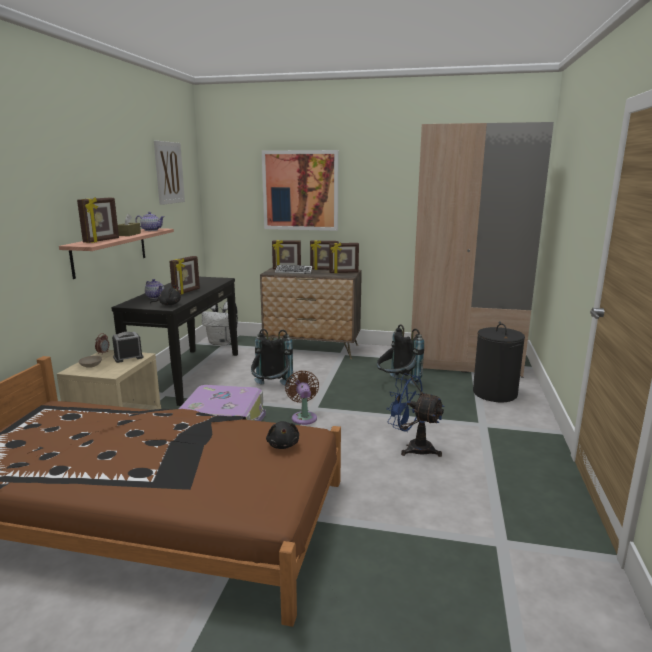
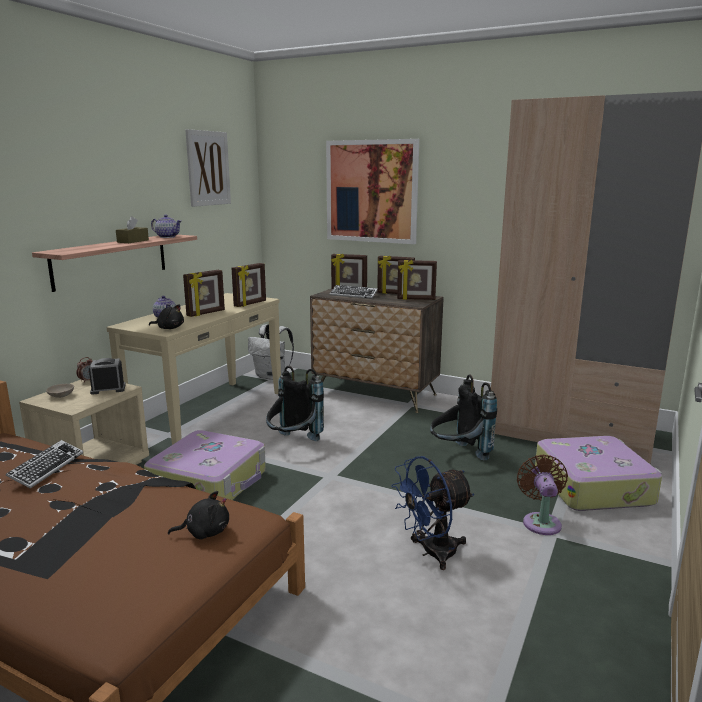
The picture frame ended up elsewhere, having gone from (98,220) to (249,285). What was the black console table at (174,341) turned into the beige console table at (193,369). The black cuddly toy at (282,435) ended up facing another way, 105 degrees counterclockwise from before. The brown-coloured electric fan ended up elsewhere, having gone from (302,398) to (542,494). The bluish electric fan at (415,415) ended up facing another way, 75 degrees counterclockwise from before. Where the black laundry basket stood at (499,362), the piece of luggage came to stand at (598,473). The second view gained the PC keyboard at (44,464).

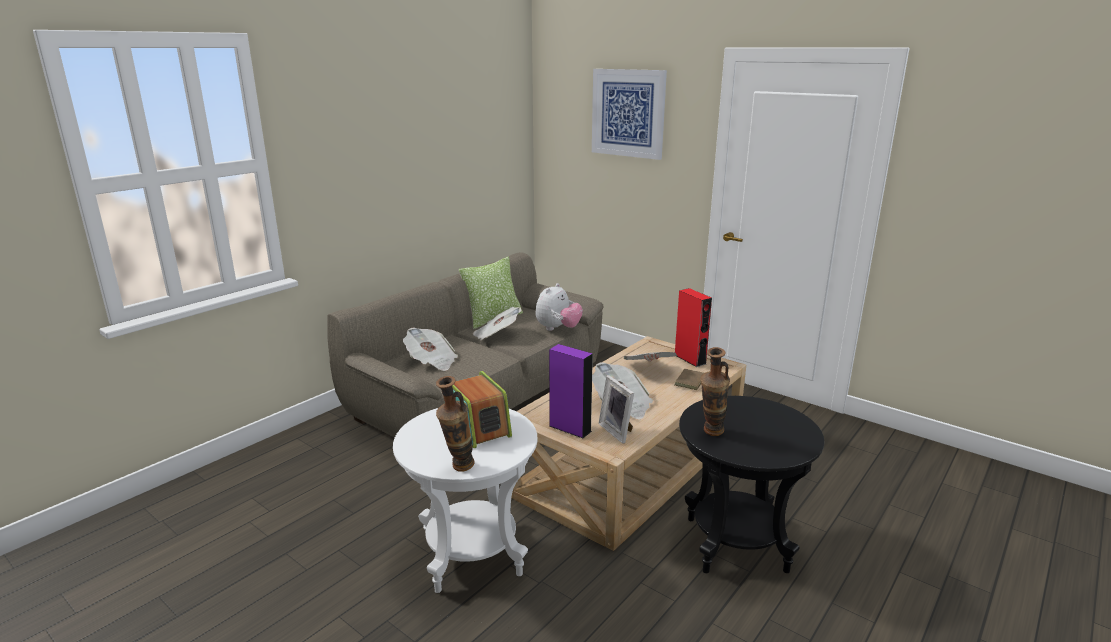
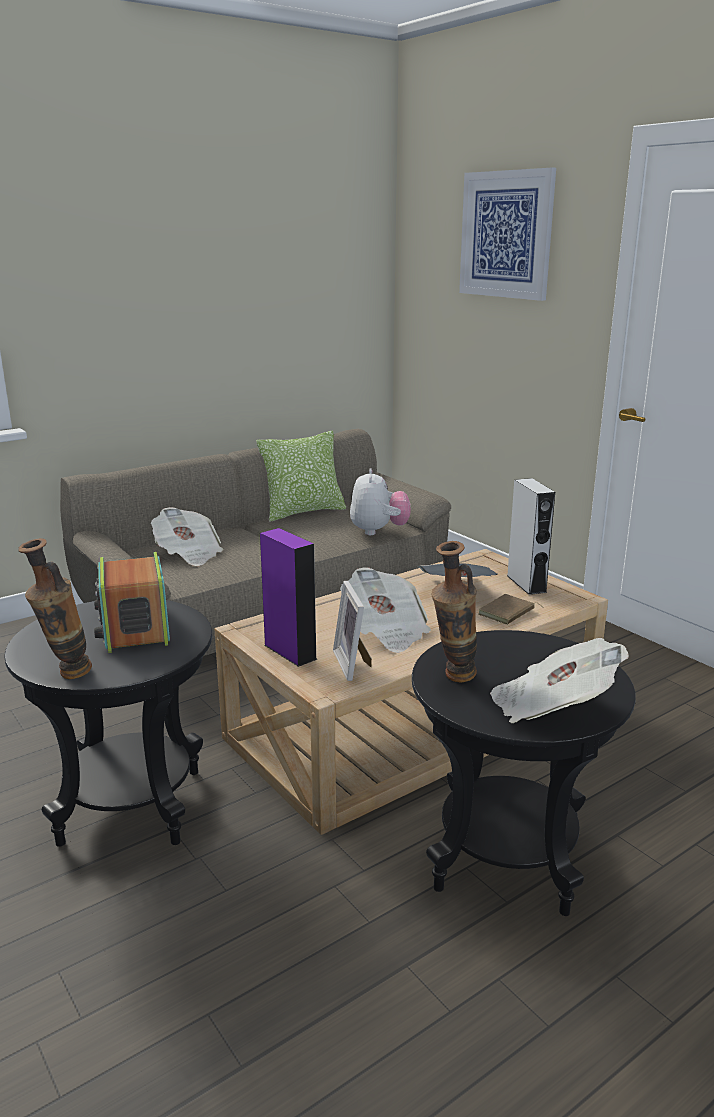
What was the white-coloured side table at (465,500) turned into the black side table at (108,723). The printed paper ended up elsewhere, having gone from (497,323) to (559,680). The cuddly toy at (559,307) ended up facing another way, 45 degrees counterclockwise from before. What was the red-coloured audio speaker at (693,327) turned into the grey audio speaker at (531,536).

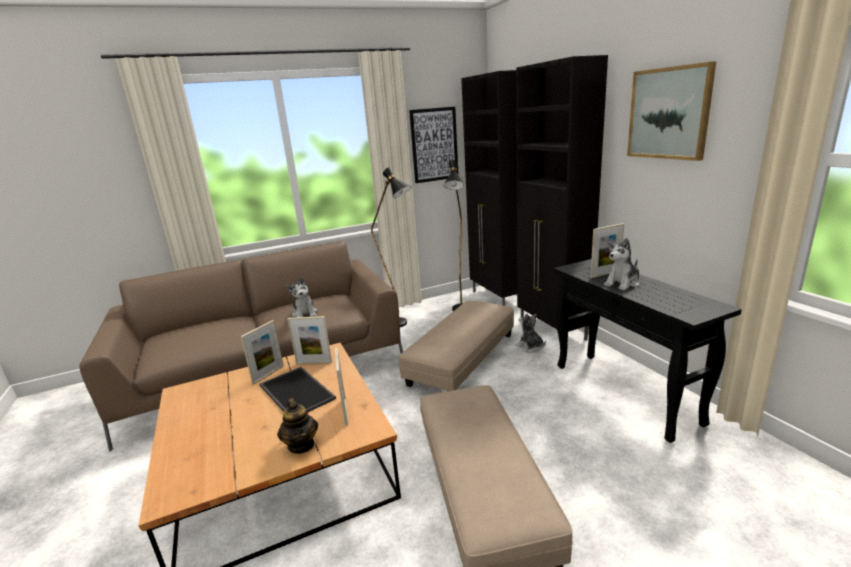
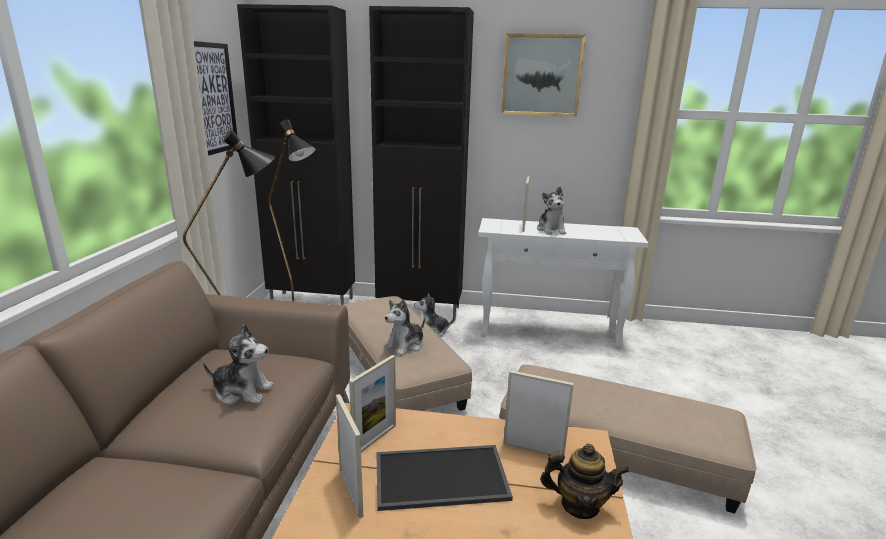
What was the black console table at (647,351) turned into the white-coloured console table at (563,283). The second view gained the cuddly toy at (404,327).

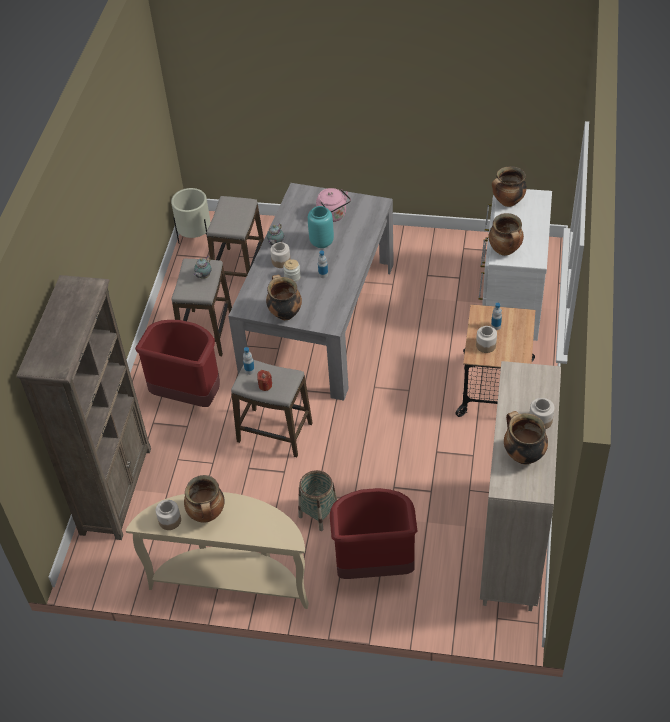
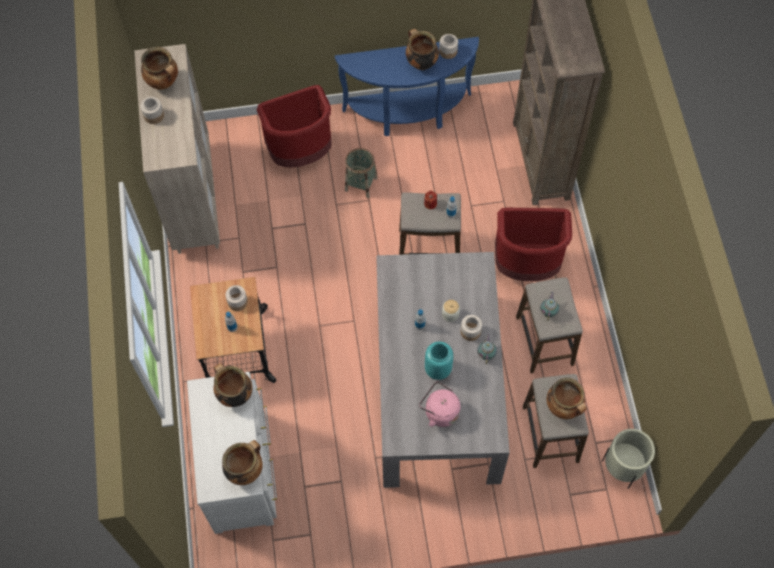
What was the beige console table at (217,550) turned into the bluish console table at (407,86). The cooking pot ended up elsewhere, having gone from (284,297) to (567,398).

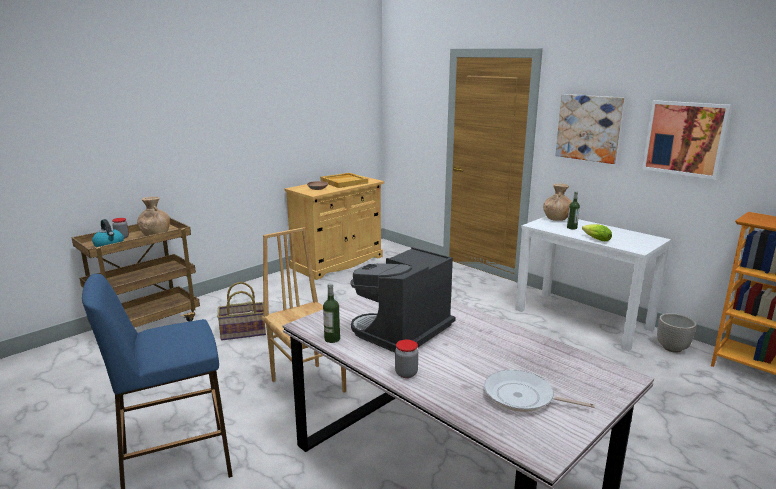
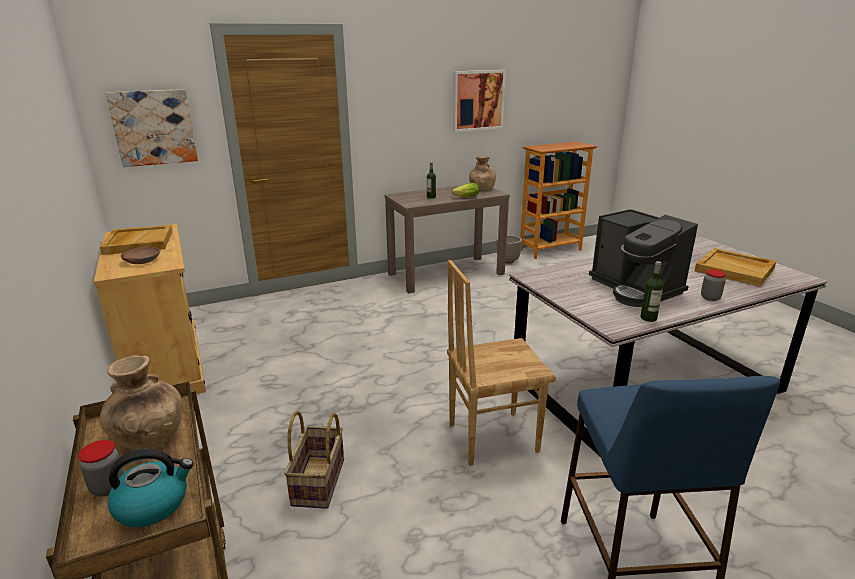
Where the skillet stood at (539,391), the beige tray came to stand at (735,267). What was the white-coloured console table at (593,283) turned into the brown-coloured console table at (447,239). The brown-coloured decorative vase ended up elsewhere, having gone from (557,202) to (482,172). The wall art ended up elsewhere, having gone from (589,129) to (152,128).

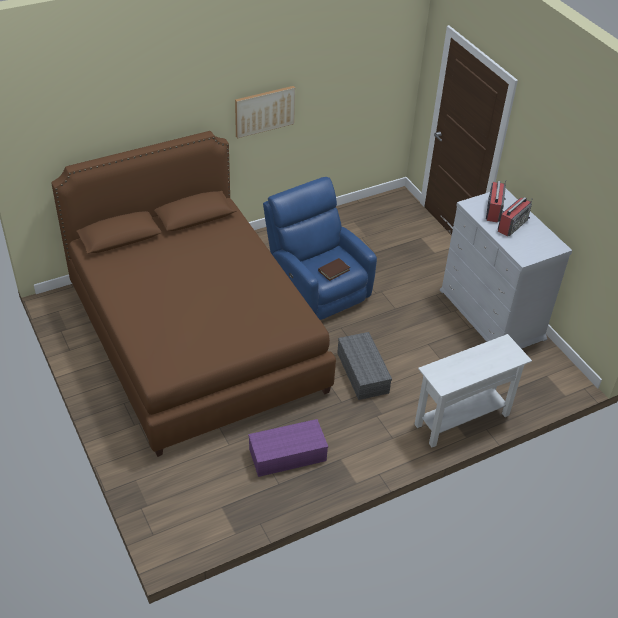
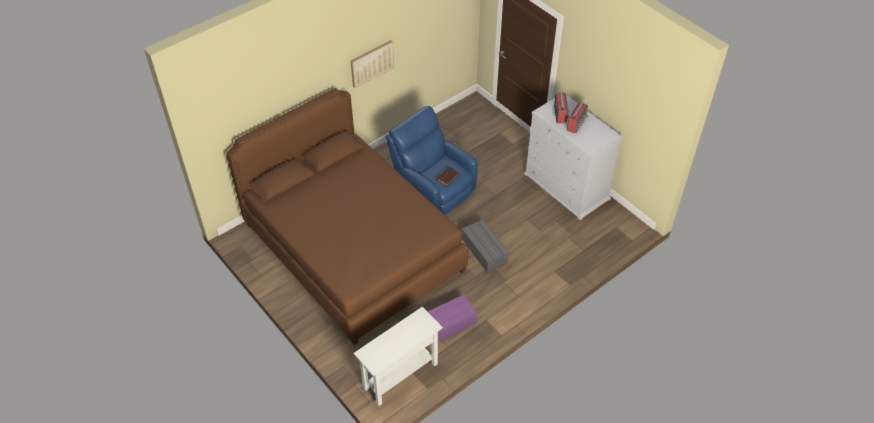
The white-coloured console table ended up elsewhere, having gone from (473,390) to (398,356).

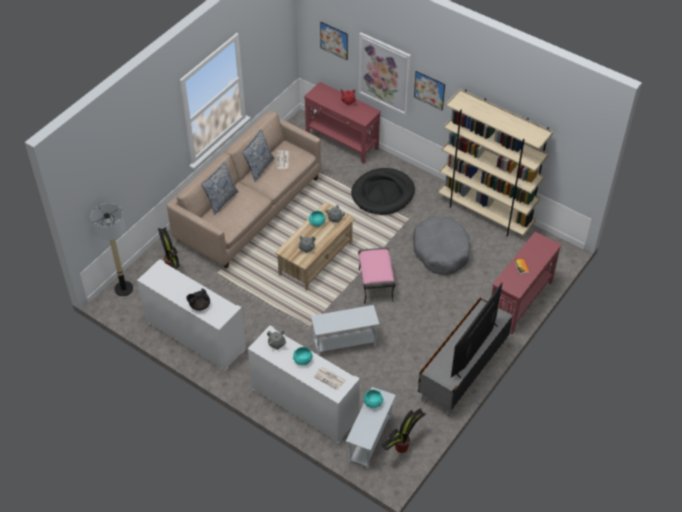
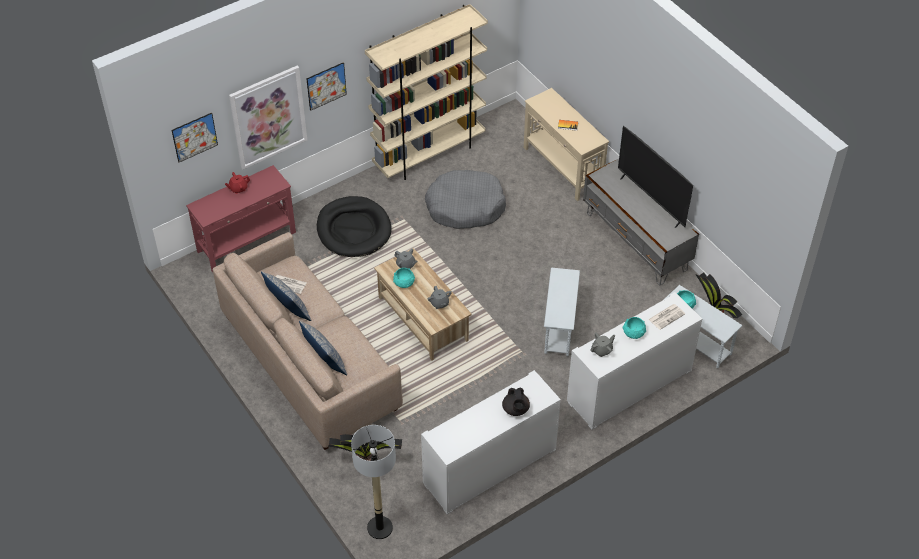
The second view lost the pinkish ottoman at (376,276). What was the red-coloured console table at (526,283) turned into the beige console table at (566,144).

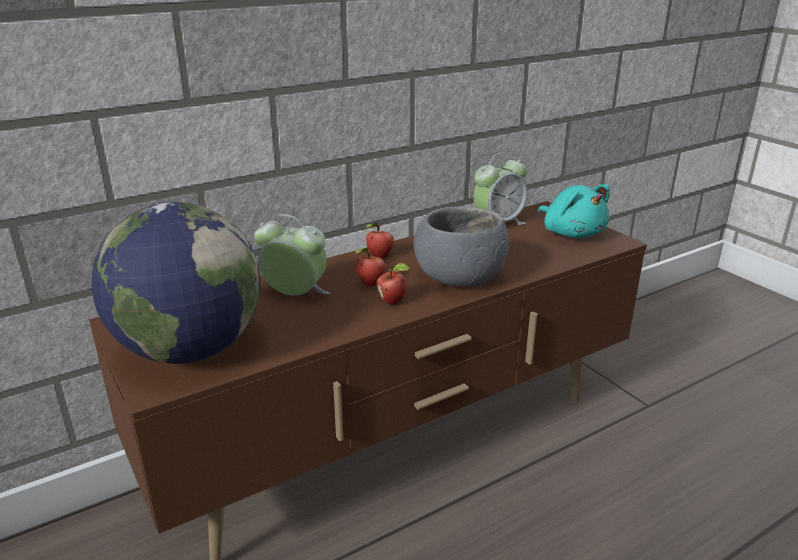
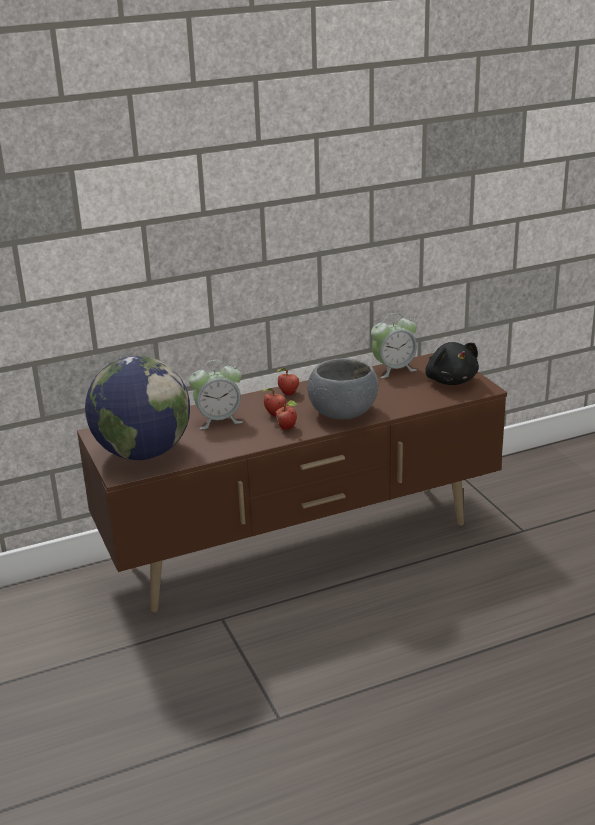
The table clock at (291,255) ended up facing another way, 135 degrees clockwise from before. What was the blue-green cuddly toy at (573,211) turned into the black cuddly toy at (452,363).

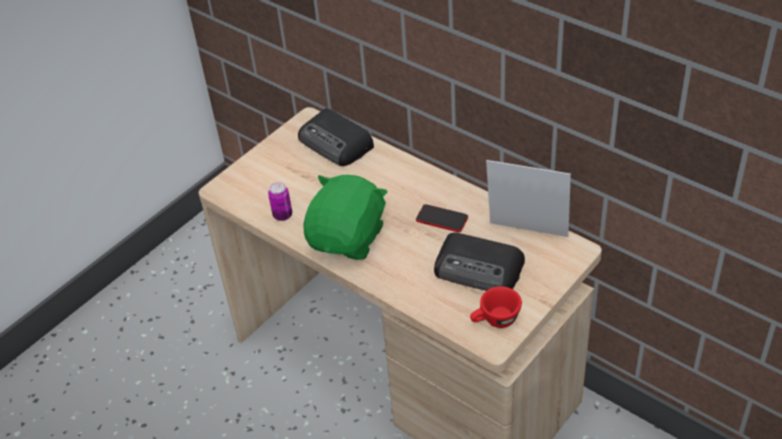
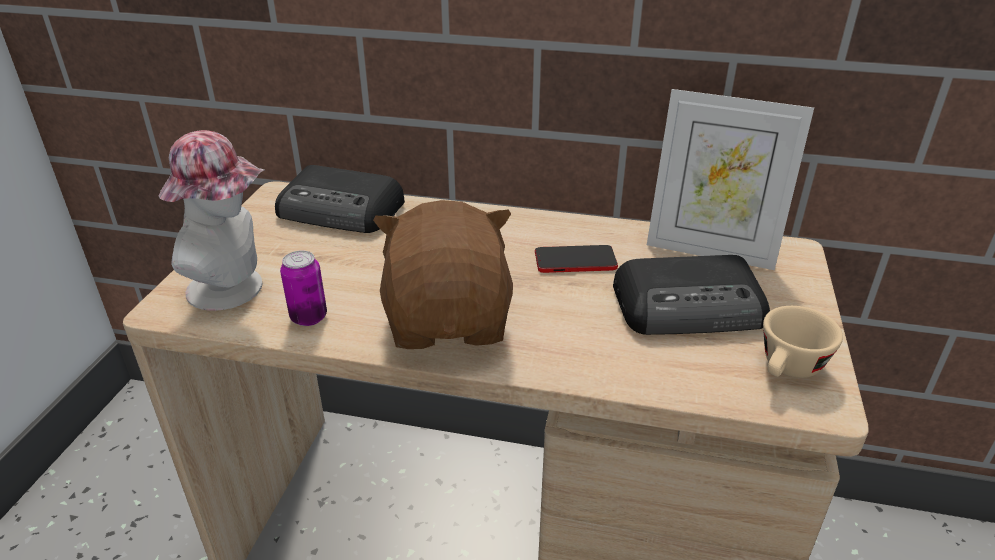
What was the green cuddly toy at (346,217) turned into the brown-coloured cuddly toy at (443,274). What was the red-coloured small cup at (496,307) turned into the beige small cup at (803,342). The picture frame at (528,198) ended up facing another way, 150 degrees counterclockwise from before. The second view gained the hat at (211,220).

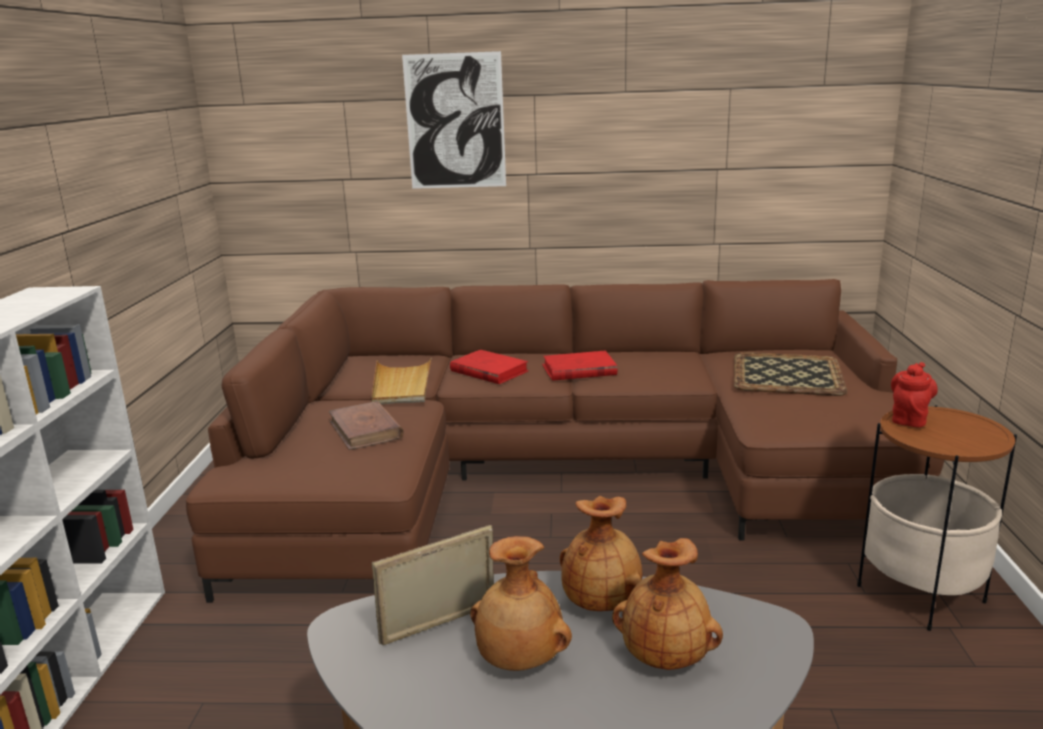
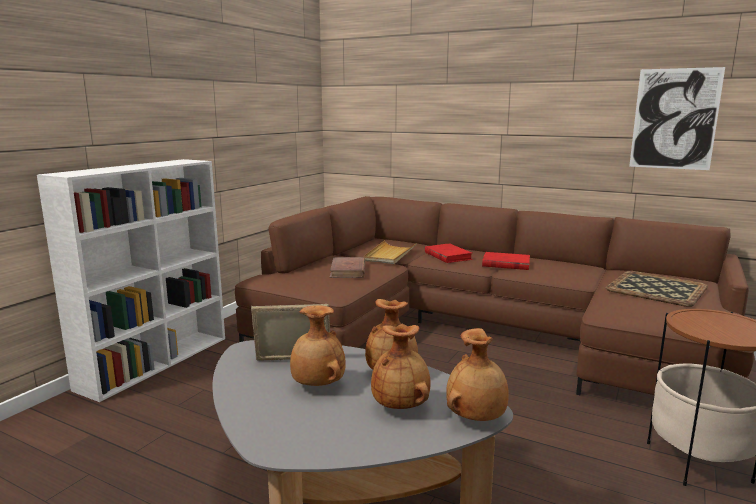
The wall art ended up elsewhere, having gone from (454,120) to (677,118). The second view lost the red-coloured pot for tea at (914,394). The second view gained the brown-coloured decorative vase at (477,374).

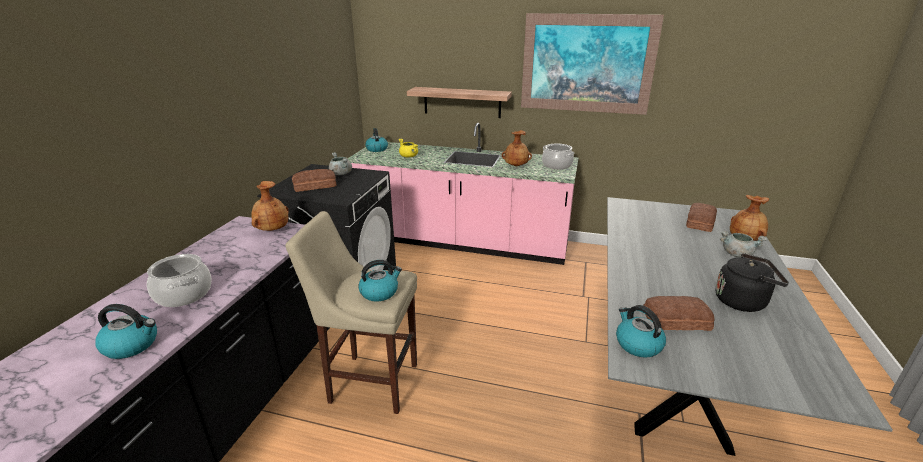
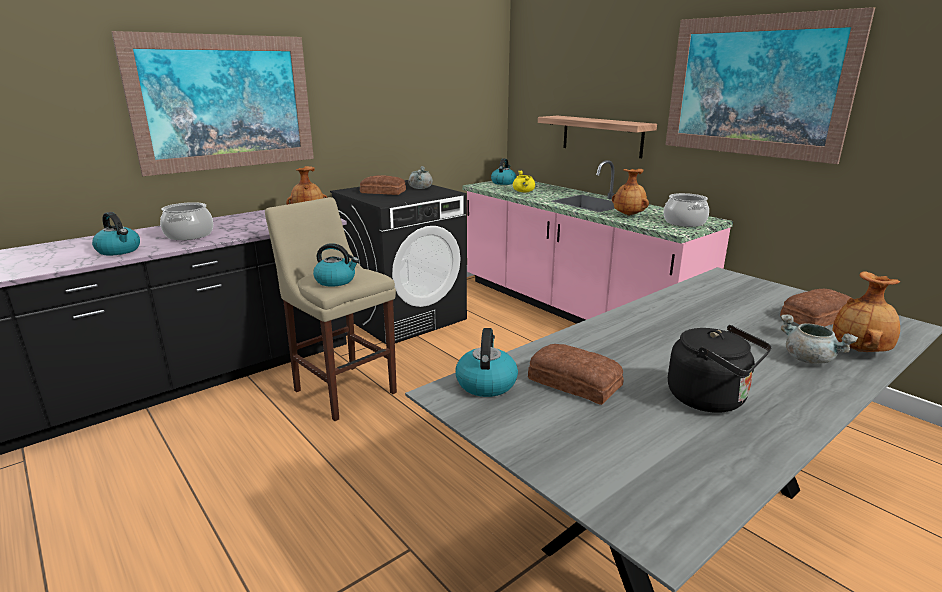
The second view gained the wall art at (212,103).

